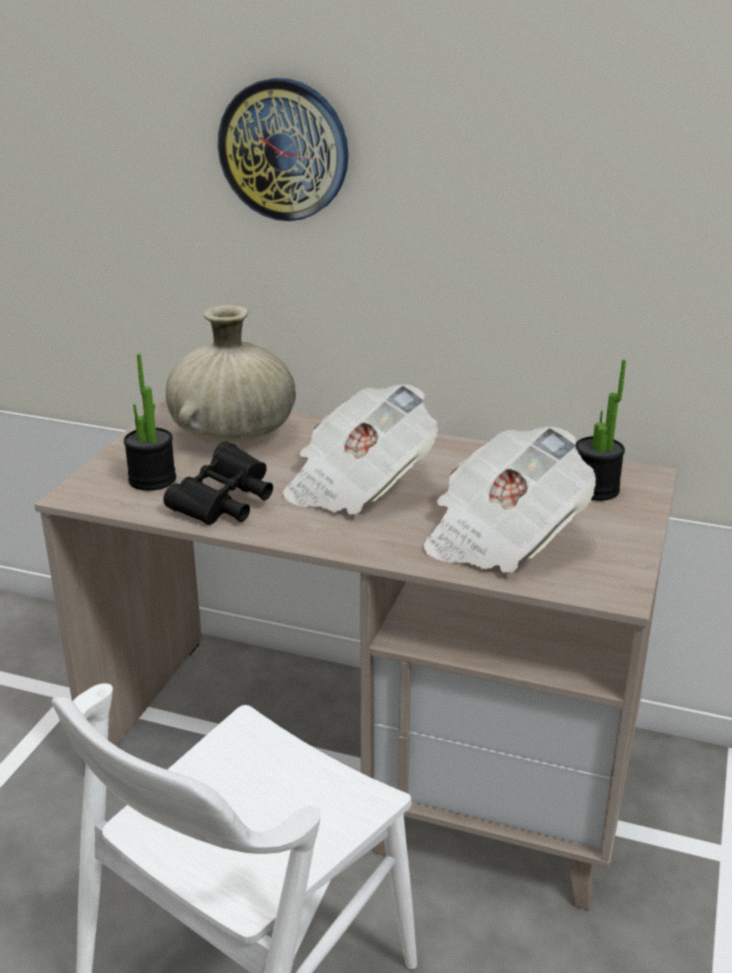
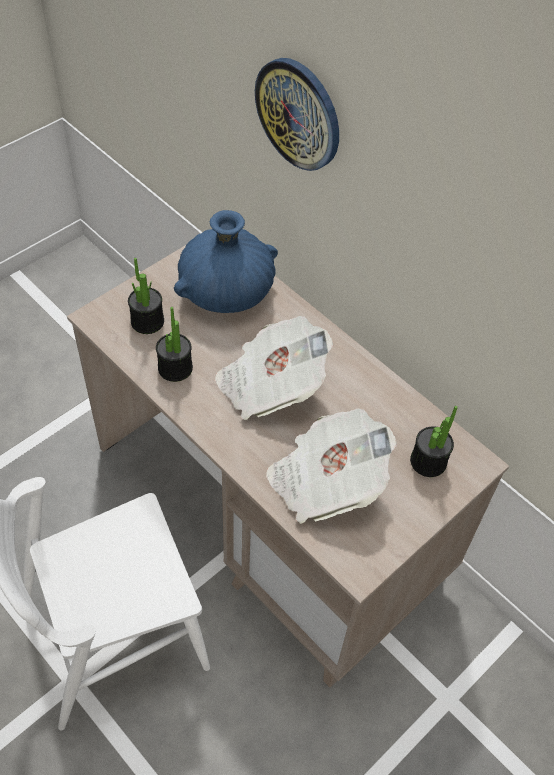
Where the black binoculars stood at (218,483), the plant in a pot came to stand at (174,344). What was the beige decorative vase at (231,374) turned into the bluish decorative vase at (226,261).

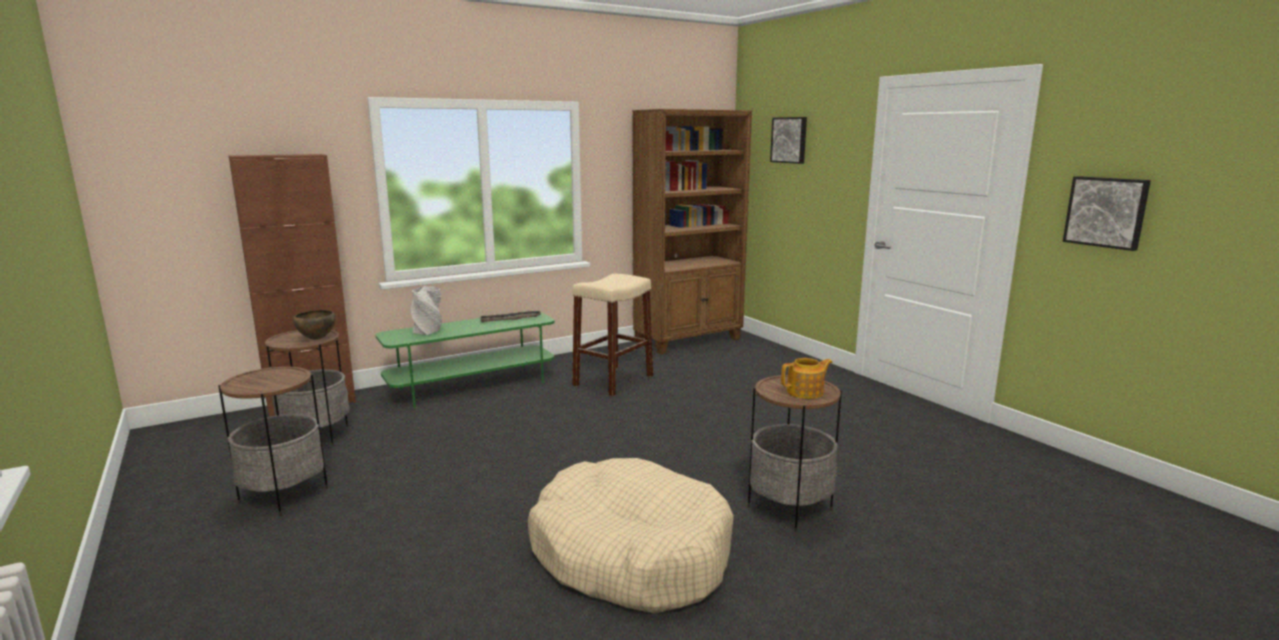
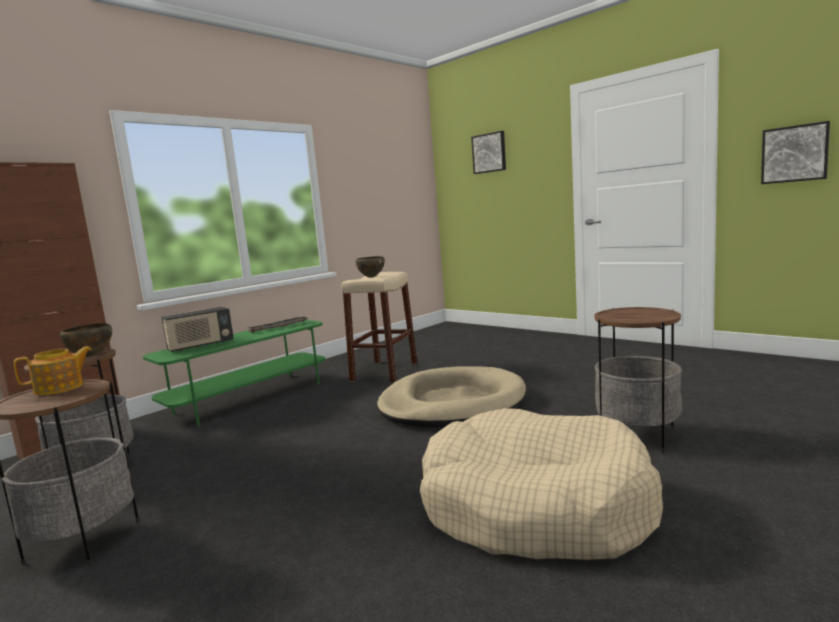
Where the grey decorative vase stood at (426,310), the radio came to stand at (197,329). The second view lost the brown-coloured bookshelf at (692,231). The pot for tea ended up elsewhere, having gone from (807,378) to (53,370). The second view gained the brown-coloured bowl at (370,267). The second view gained the beige pet bed at (451,397).

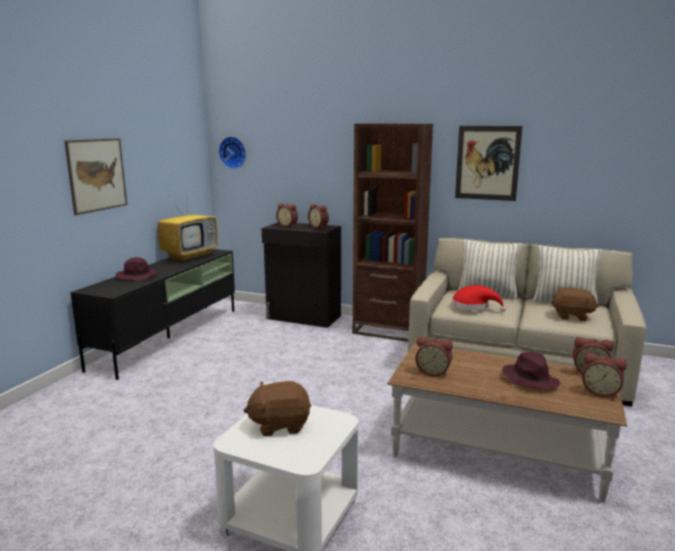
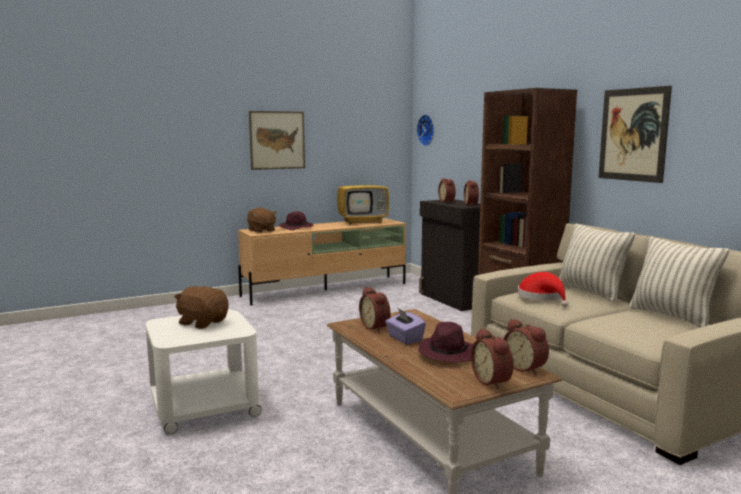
What was the black media console at (152,314) turned into the beige media console at (322,261). The brown-coloured cuddly toy ended up elsewhere, having gone from (575,304) to (262,220). The second view gained the purplish tissue box at (405,326).

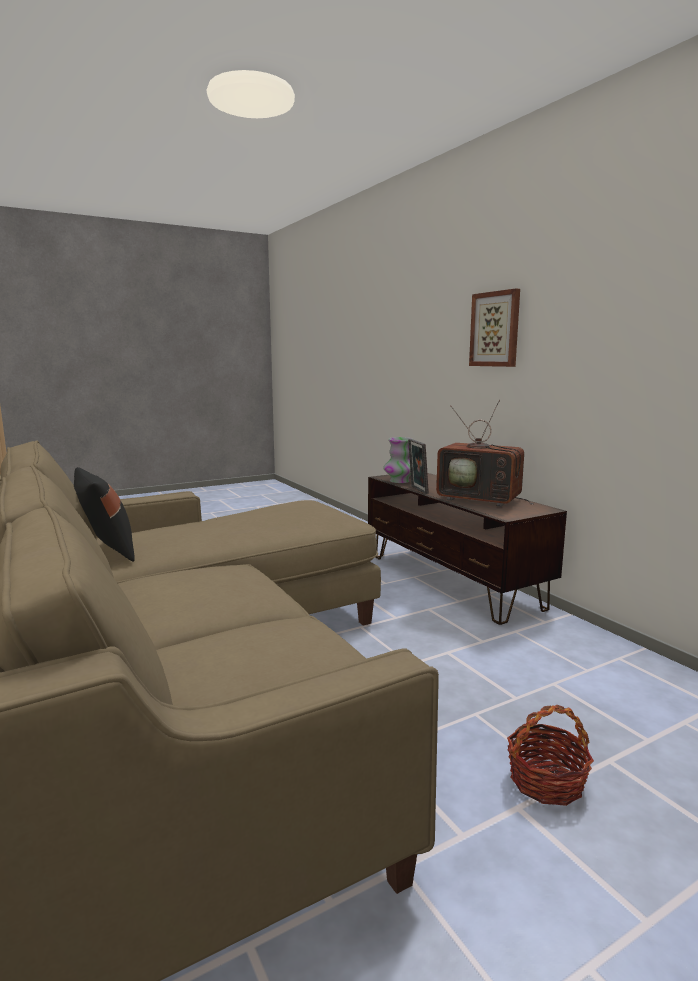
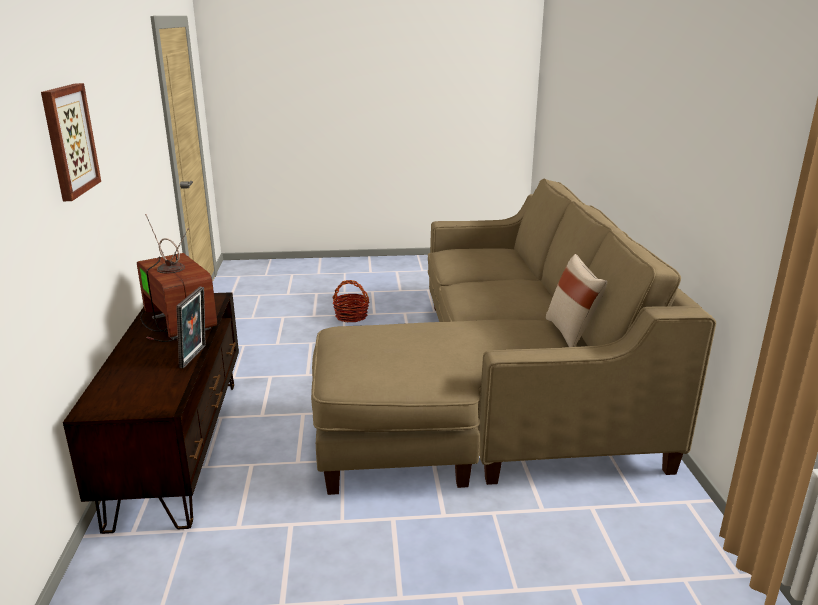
What was the black pillow at (104,514) turned into the beige pillow at (576,300). The second view lost the decorative vase at (397,460).

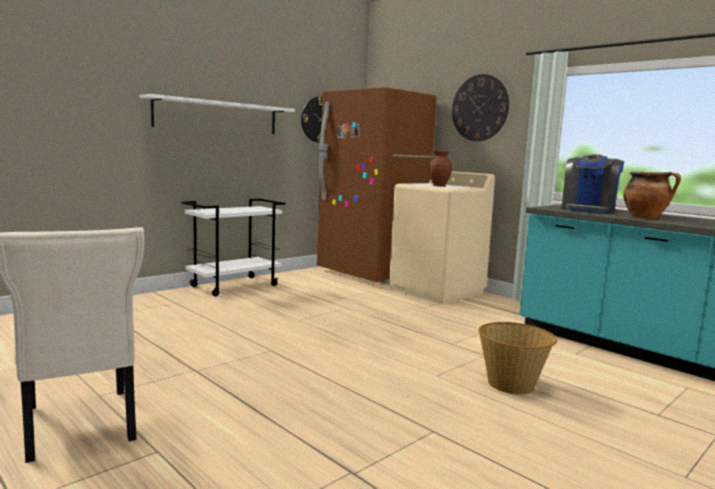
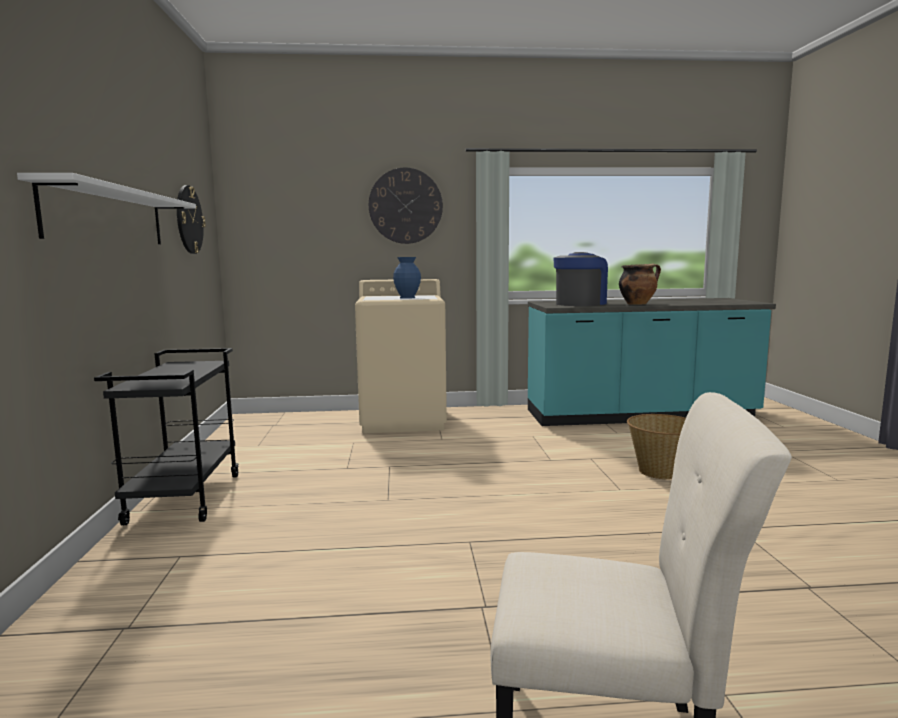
What was the white-coloured cart at (233,247) turned into the black cart at (166,436). The second view lost the brown-coloured refrigerator at (376,185). What was the brown-coloured decorative vase at (440,169) turned into the bluish decorative vase at (407,278). The coffee brewer at (593,184) ended up facing another way, 120 degrees counterclockwise from before.

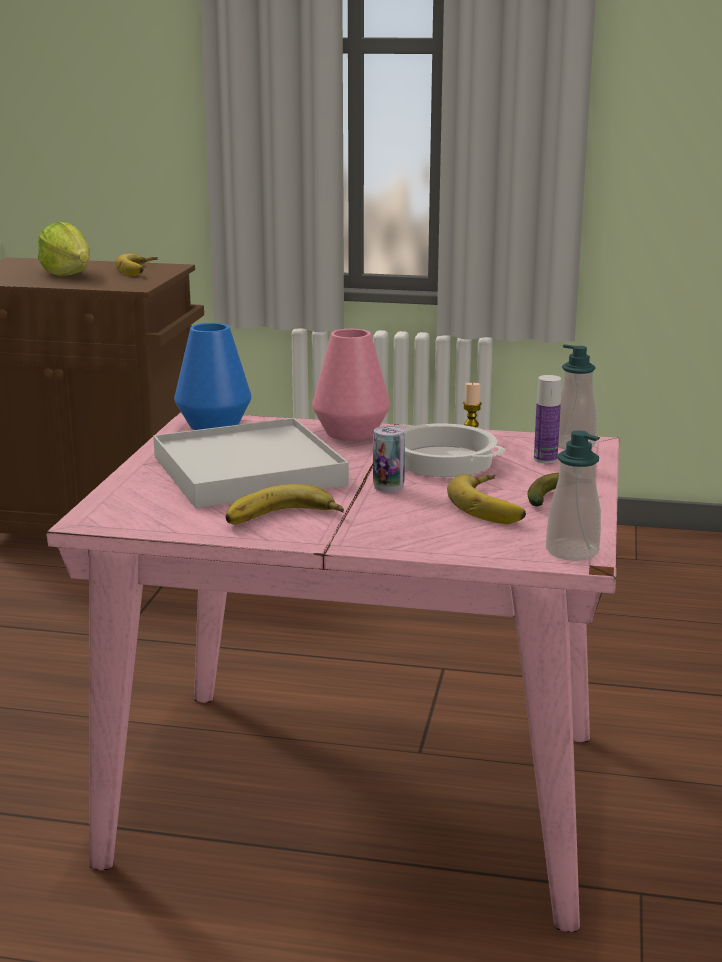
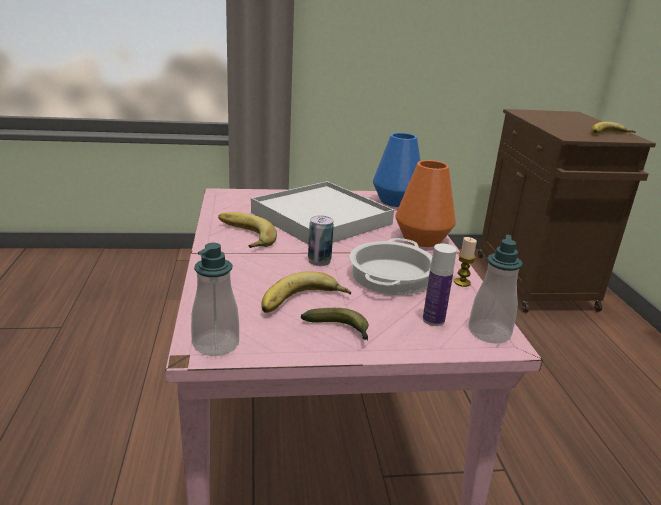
The second view lost the lettuce head at (64,249). What was the pinkish decorative vase at (351,385) turned into the orangey decorative vase at (426,203).

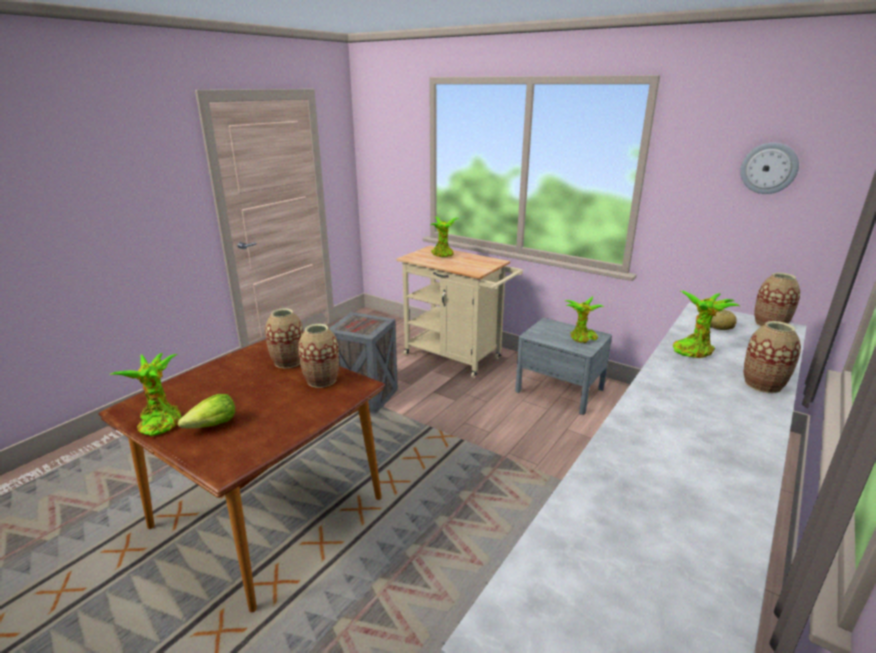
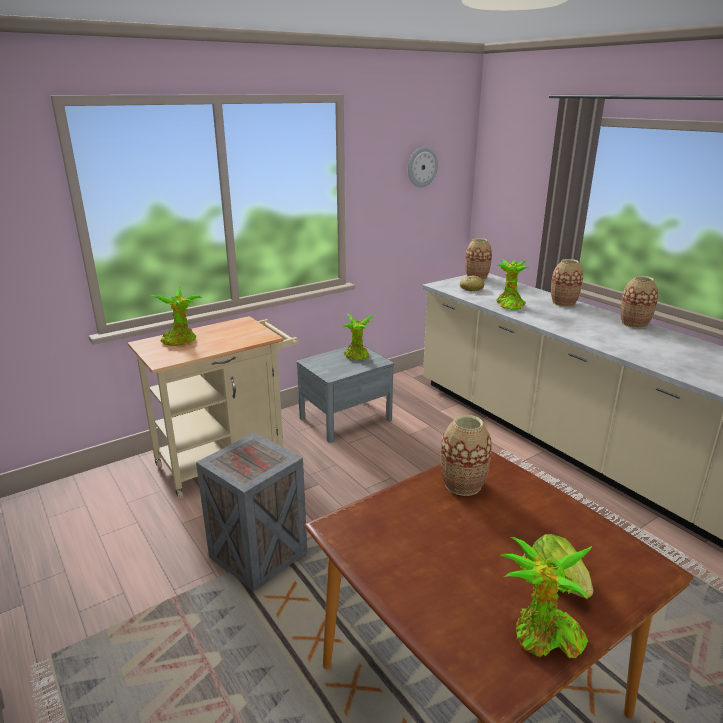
The decorative vase ended up elsewhere, having gone from (284,338) to (639,302).

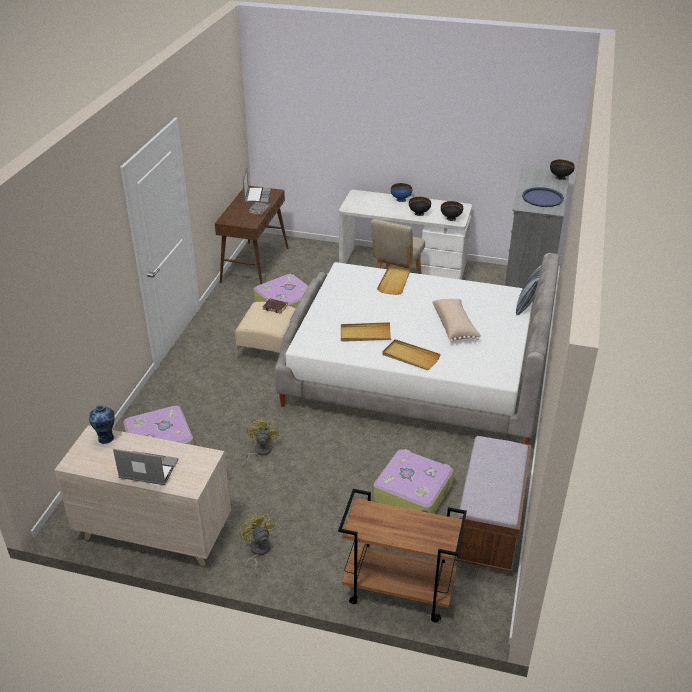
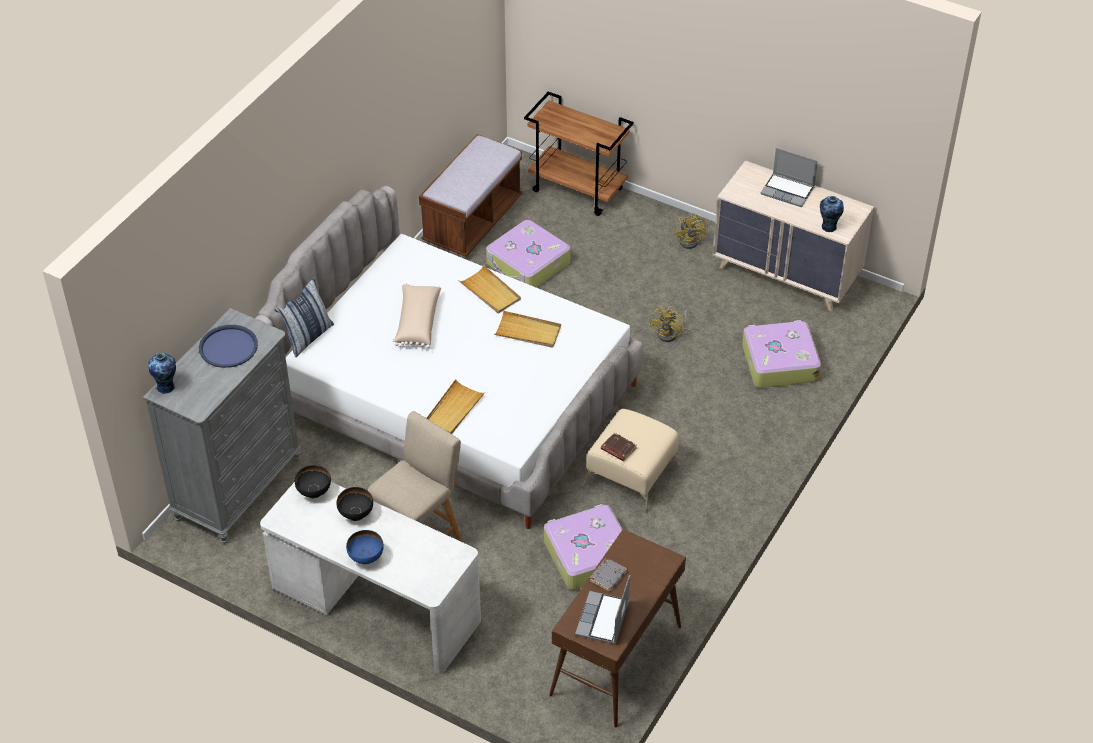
Where the black bowl stood at (562,170), the decorative vase came to stand at (162,373).

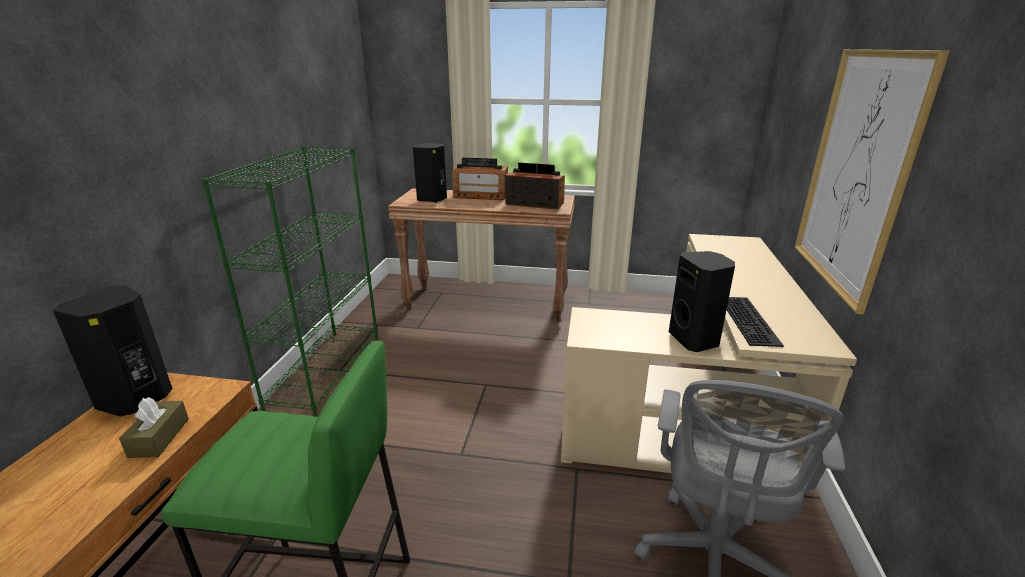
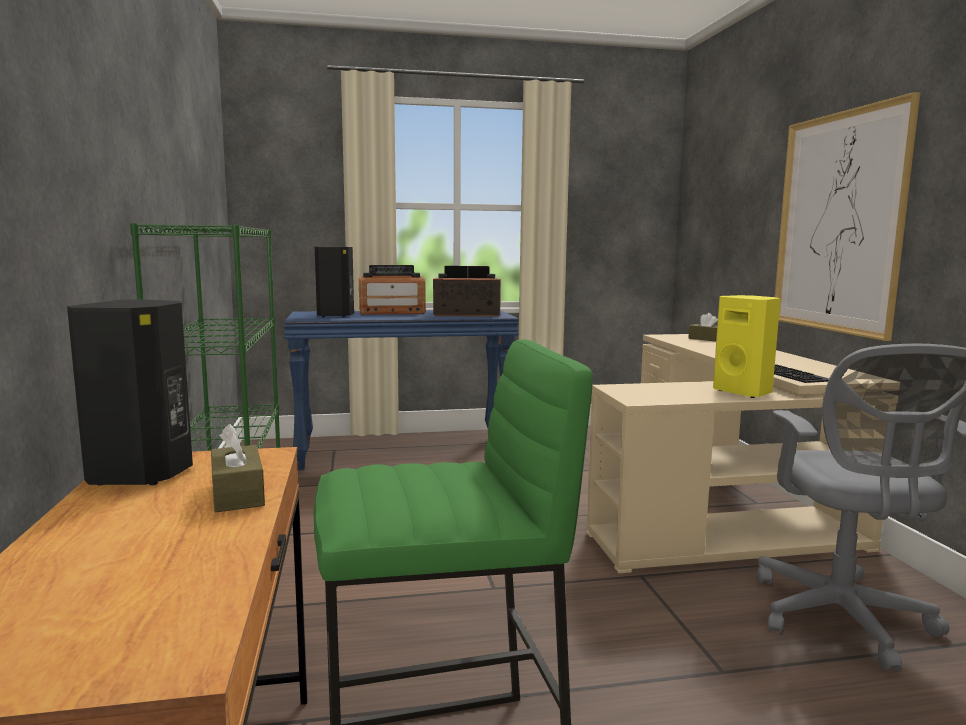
What was the brown-coloured console table at (481,255) turned into the bluish console table at (401,390). What was the black audio speaker at (702,301) turned into the yellow-coloured audio speaker at (747,346). The second view gained the brown-coloured tissue box at (703,327).

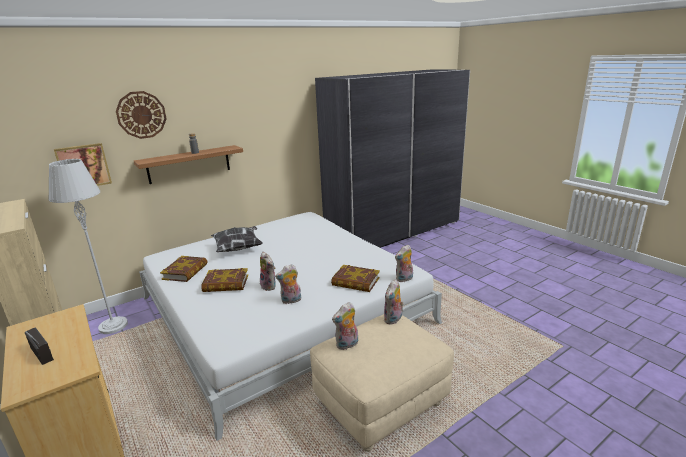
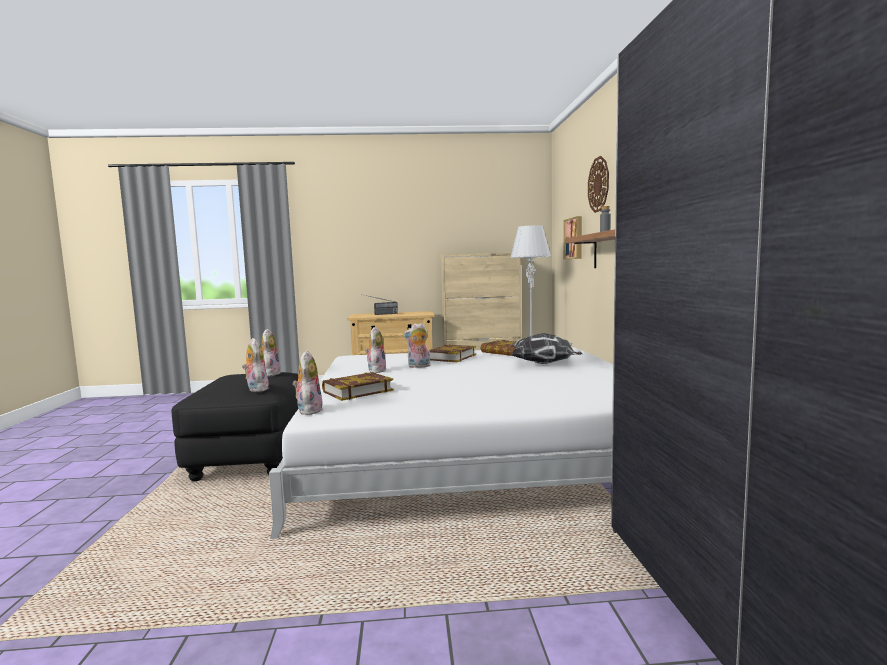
What was the beige ottoman at (382,383) turned into the black ottoman at (235,426).

